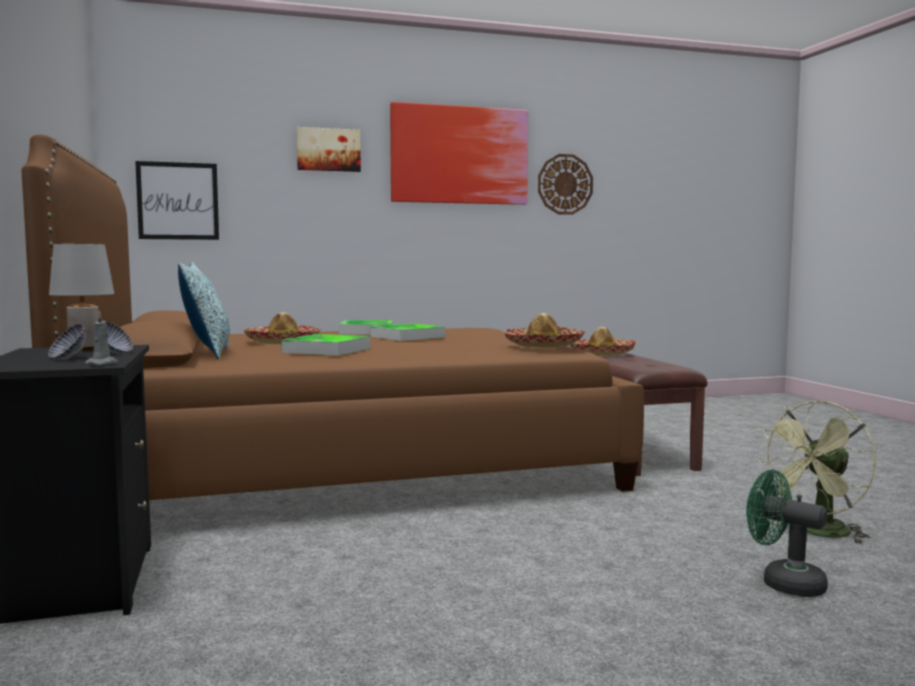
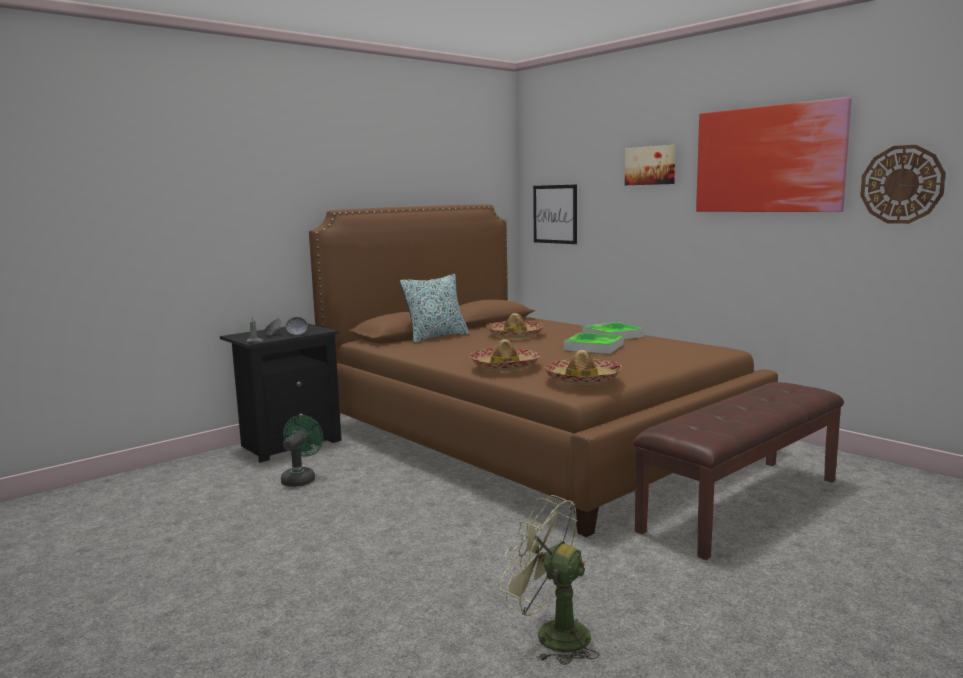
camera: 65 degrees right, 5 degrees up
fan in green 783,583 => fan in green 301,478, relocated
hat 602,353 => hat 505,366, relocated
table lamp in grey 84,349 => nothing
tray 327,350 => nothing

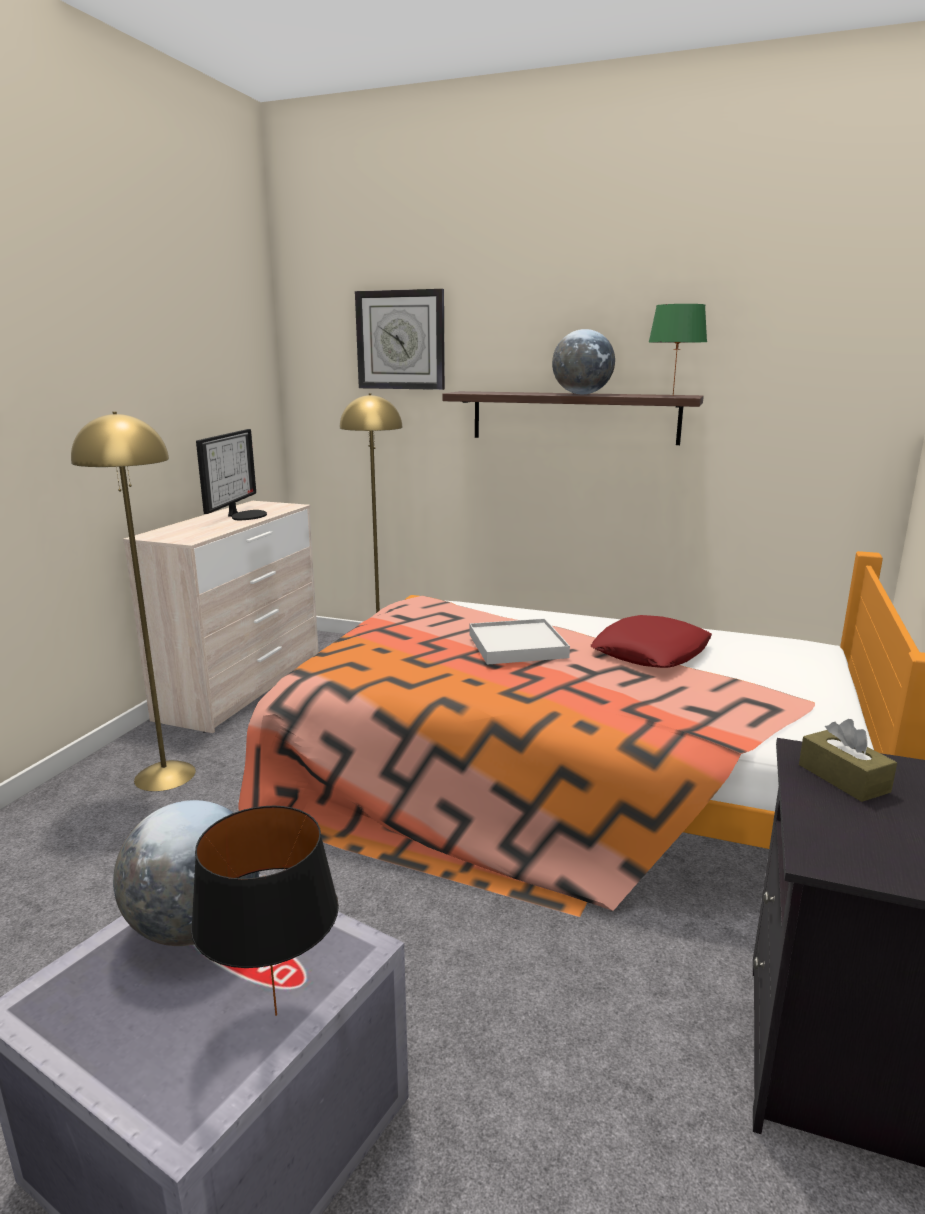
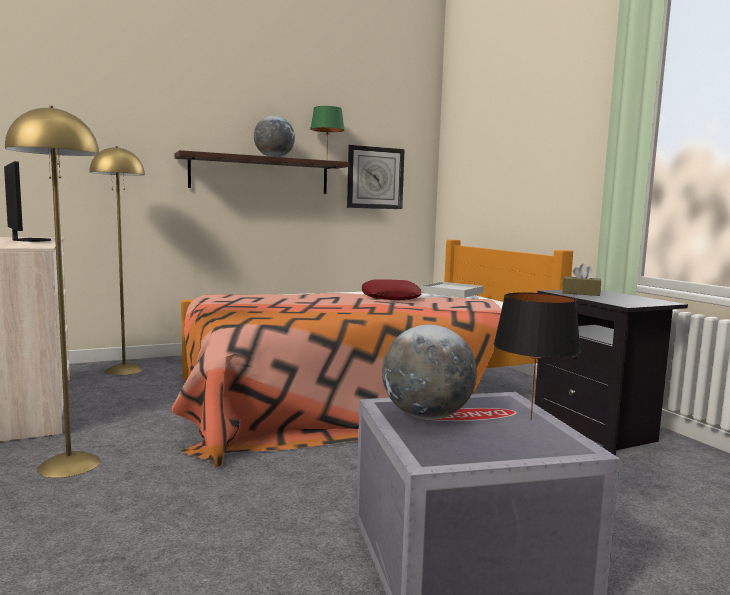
camera: 45 degrees left, 10 degrees down
wall clock 401,340 => wall clock 375,178, relocated
tray in white 517,646 => tray in white 452,293, relocated

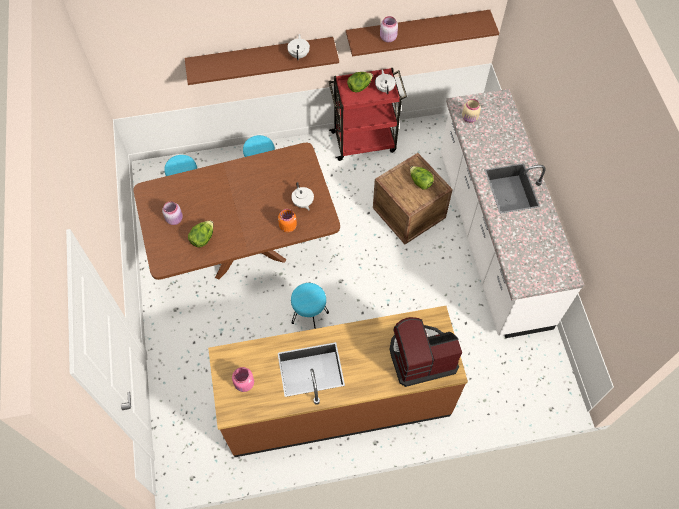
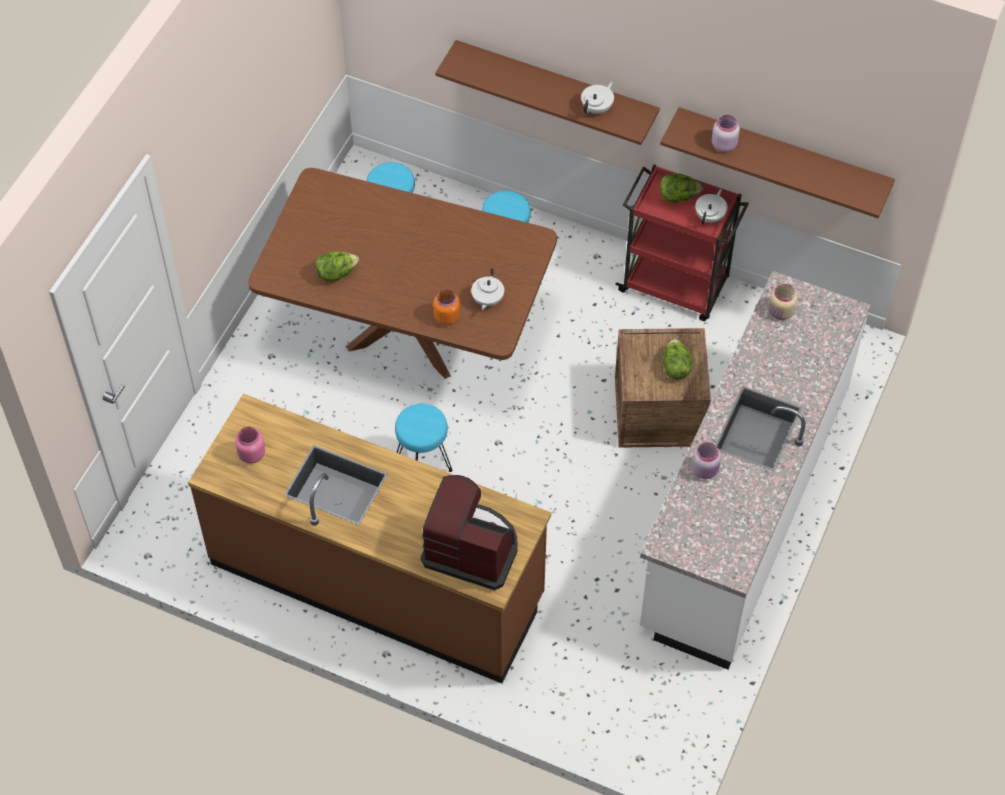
camera: 35 degrees right, 5 degrees down
jar in pink 175,219 => jar in pink 705,470, relocated

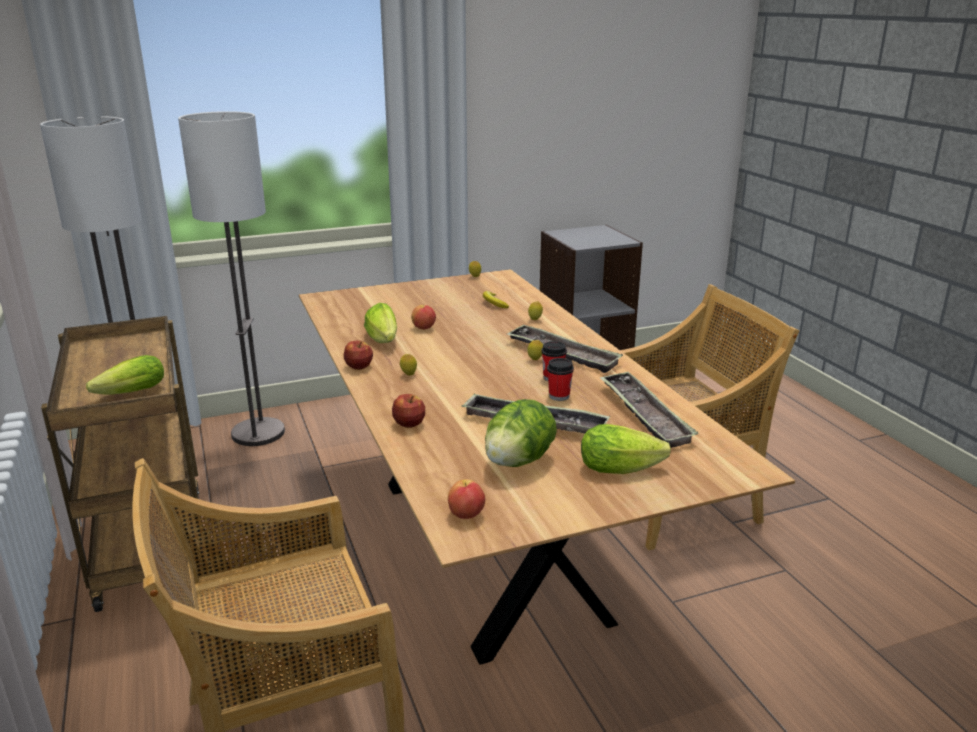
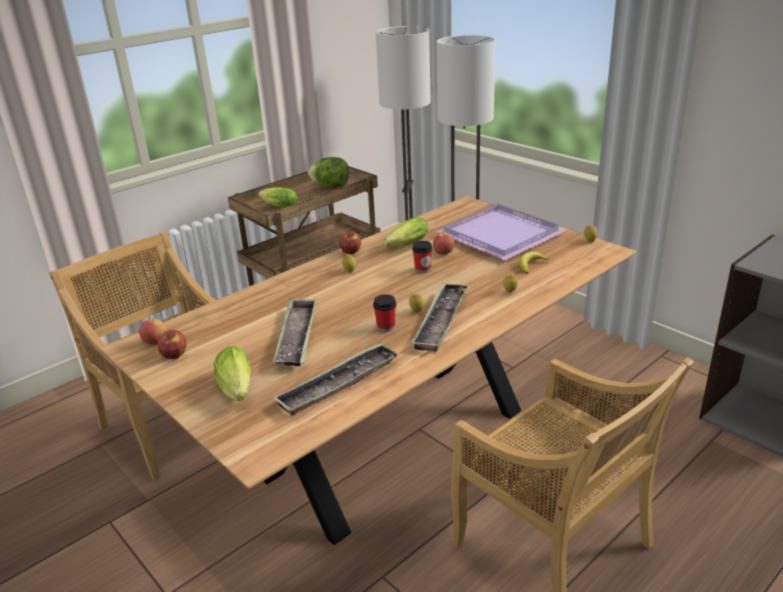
camera: 70 degrees right, 5 degrees up
apple 409,424 => apple 175,355, relocated
lettuce 518,461 => lettuce 331,186, relocated
cup 559,396 => cup 422,269, relocated
nothing => tray in purple 500,234

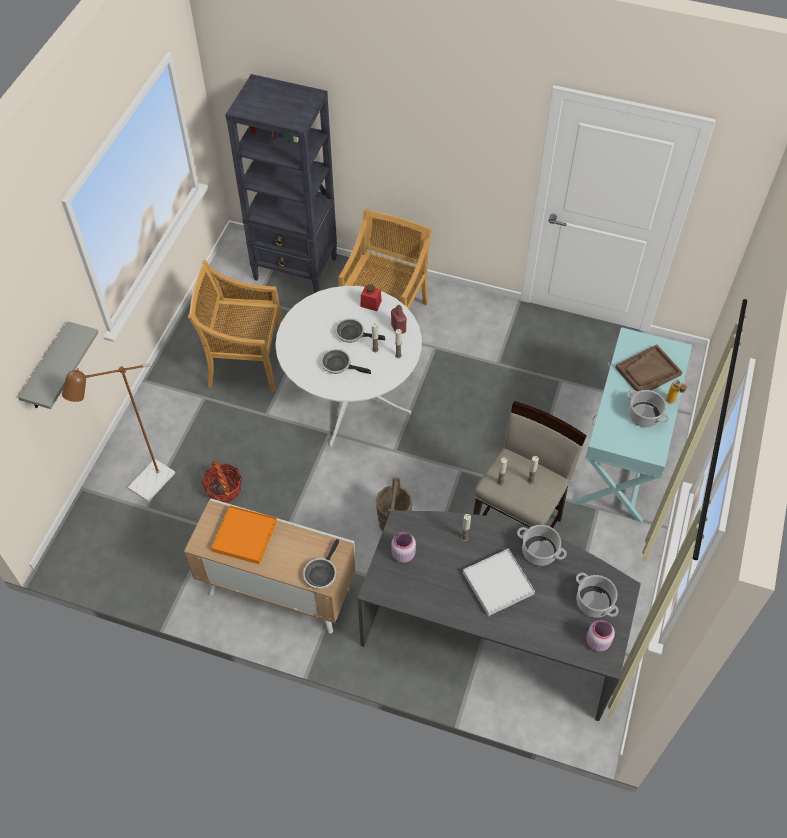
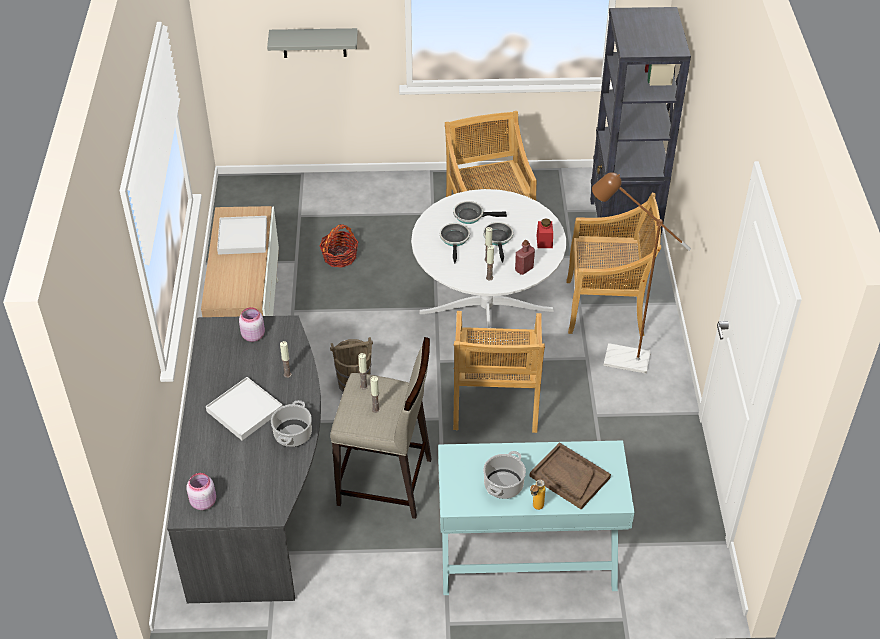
camera: 70 degrees right, 10 degrees down
tray in orange 245,536 => tray in white 242,237
frying pan 321,573 => frying pan 471,216, relocated
nothing => chair in beige 495,403
floor lamp in brown 146,487 => floor lamp in brown 617,358, relocated
cooking pot 594,602 => nothing

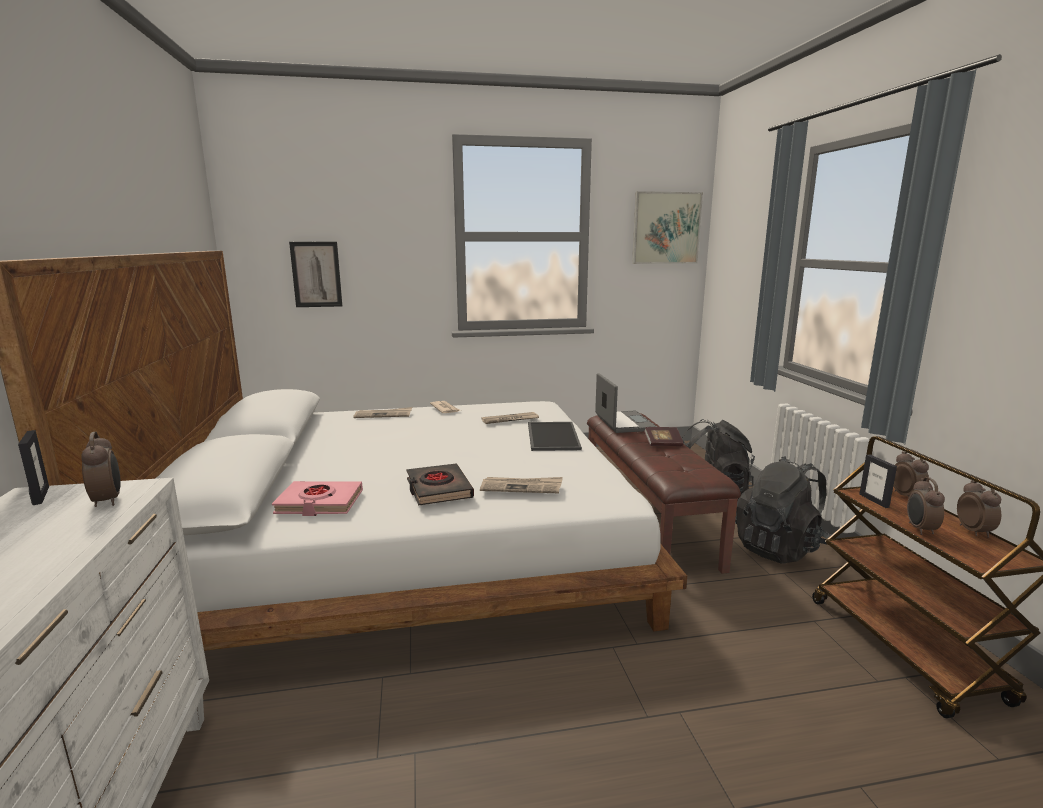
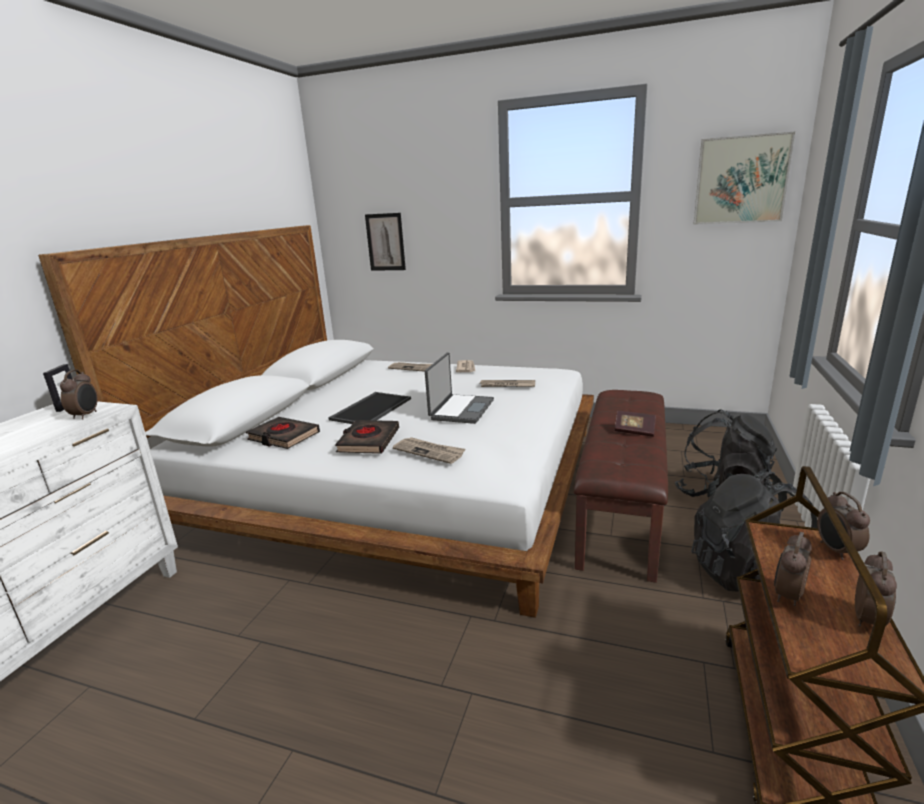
camera: 30 degrees right, 5 degrees up
book in pink 319,503 => book in black 283,437
tray 551,436 => tray 371,408, relocated
laptop 623,423 => laptop 461,410, relocated
alarm clock 906,496 => alarm clock 836,551, 150 degrees clockwise
picture frame 874,500 => nothing

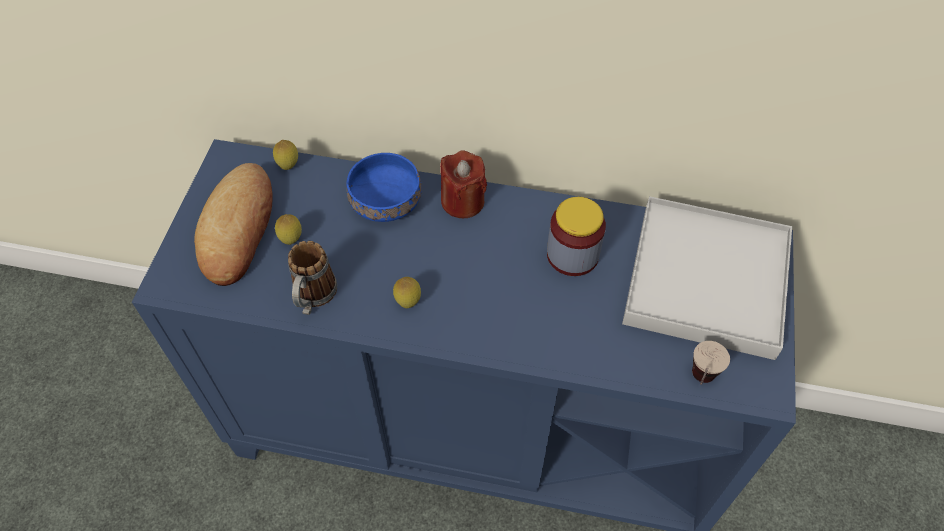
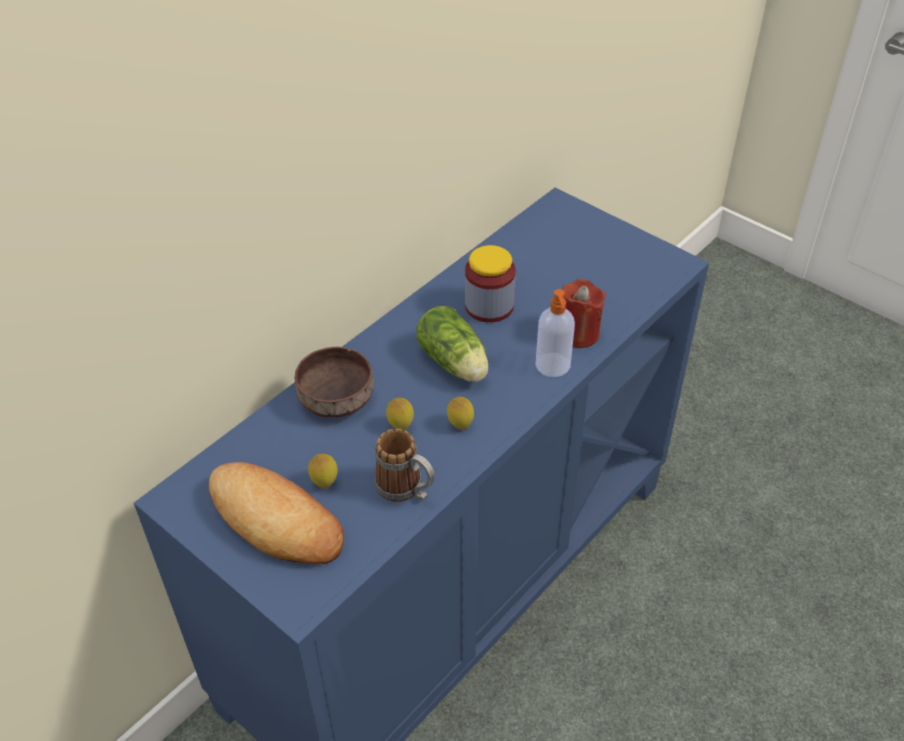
camera: 60 degrees left, 10 degrees down
bowl in blue 384,201 => bowl in brown 334,399
lemon 288,166 => lemon 400,426, relocated
nothing => lettuce 455,364
nothing => soap dispenser 553,366
candle in red 462,201 => candle in red 577,333, relocated
tray in white 705,280 => nothing
cup 698,384 => nothing

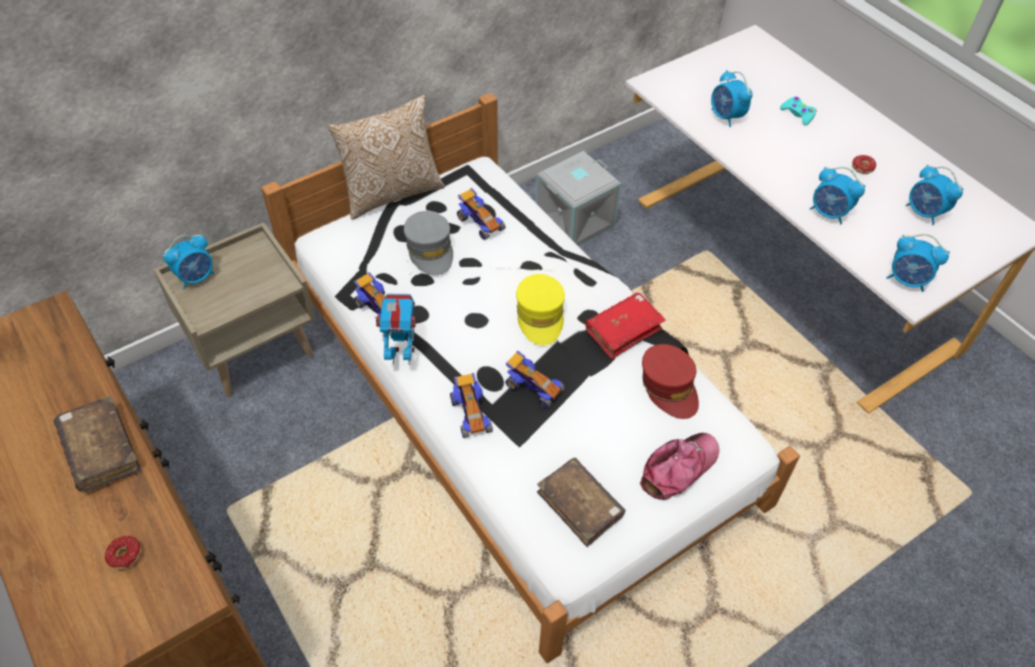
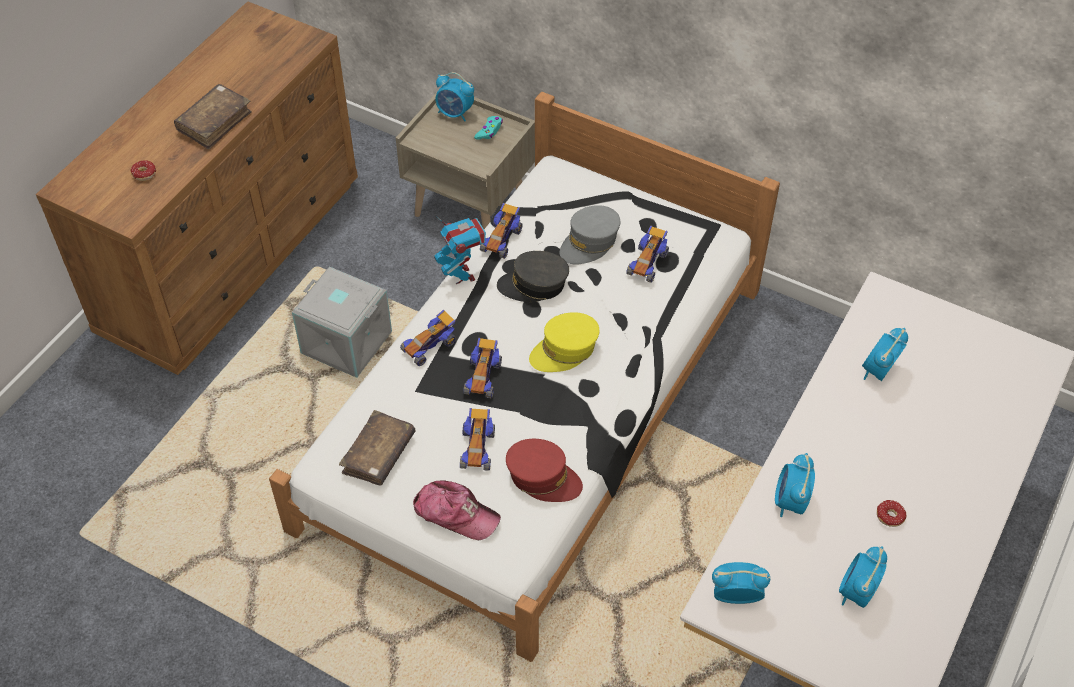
camera: 65 degrees right, 0 degrees up
storage box in grey 575,222 => storage box in grey 345,344, relocated
nothing => toy car 477,448
game controller in turquoise 798,114 => game controller in turquoise 489,131, relocated
nothing => cap in grey 534,285
cap in red 669,387 => cap in red 543,478, 105 degrees counterclockwise
alarm clock 907,280 => alarm clock 735,596, 90 degrees clockwise
pillow 391,192 => nothing
book in red 623,330 => nothing

